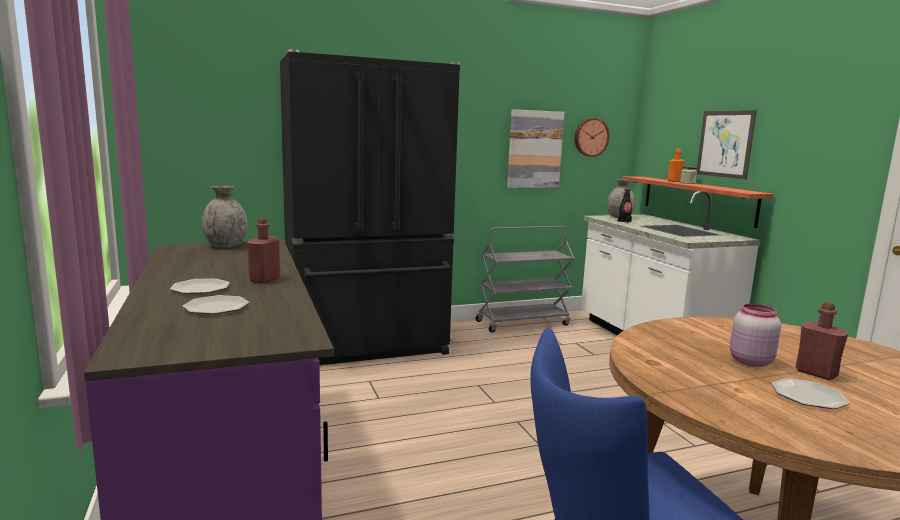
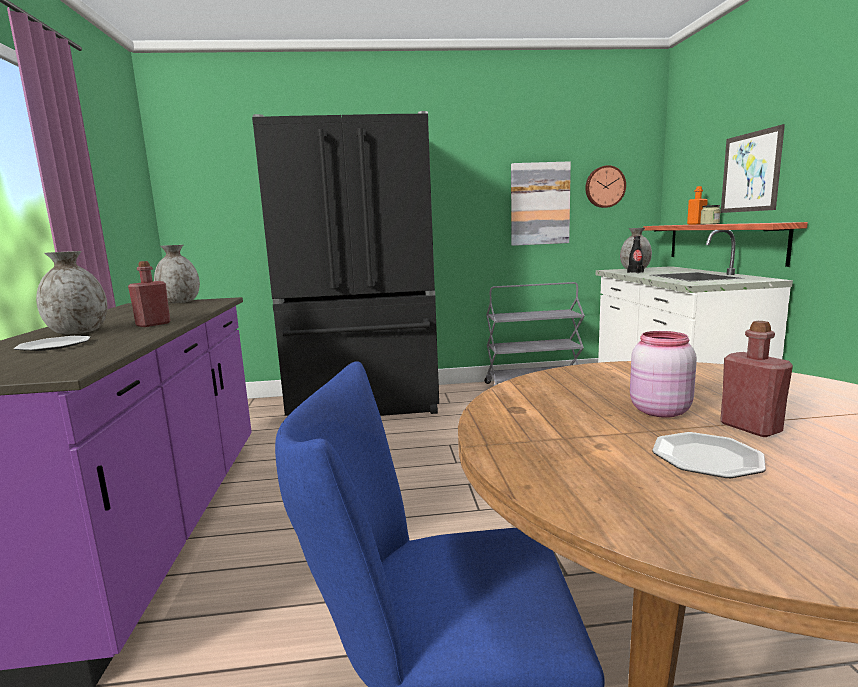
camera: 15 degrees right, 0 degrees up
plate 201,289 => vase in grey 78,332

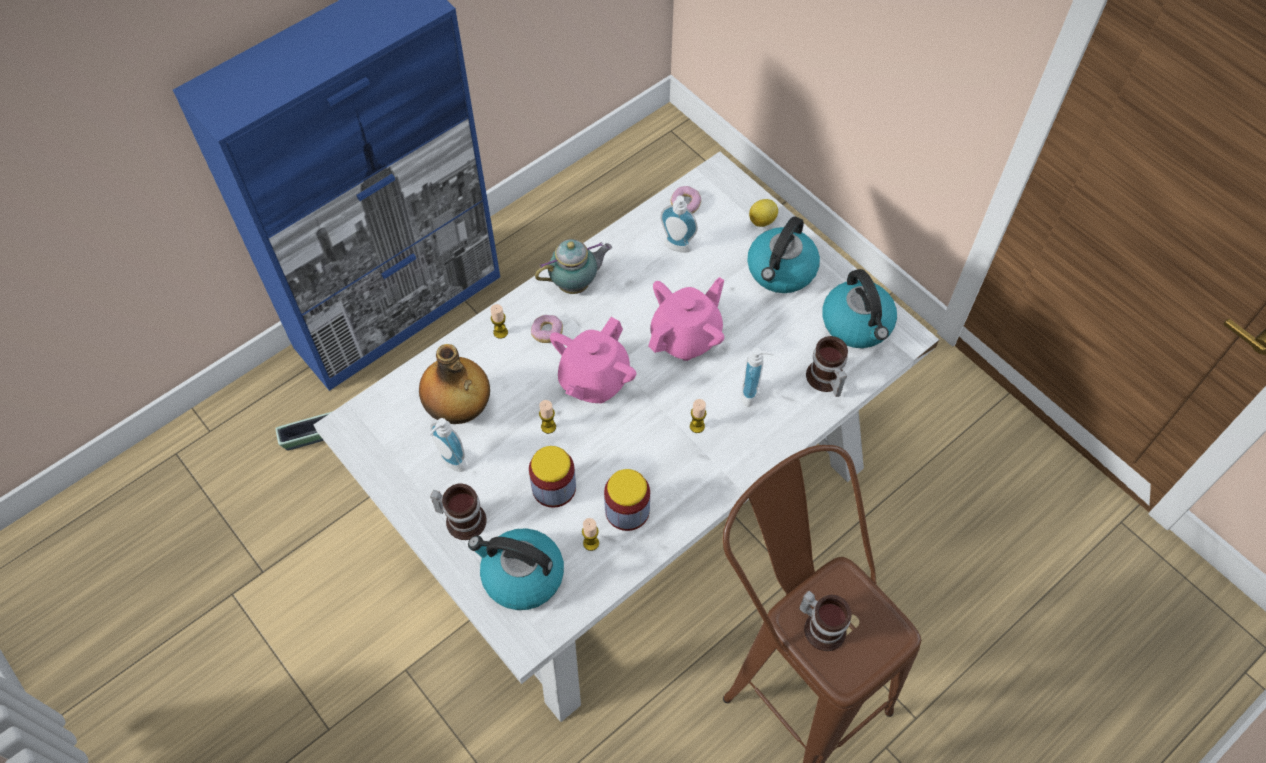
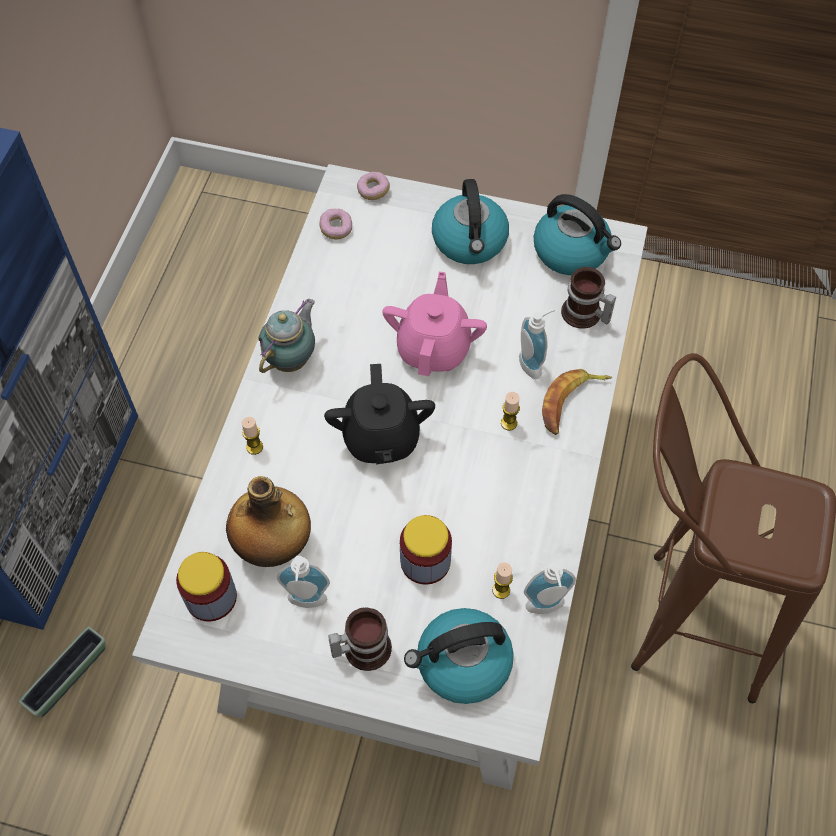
camera: 35 degrees left, 0 degrees up
jar 627,510 => jar 211,597, relocated
teapot in pink 593,380 => teapot in black 381,438
donut 547,333 => donut 373,191, relocated
soap dispenser 676,248 => soap dispenser 546,608, relocated
nothing => banana 571,403
candle 548,427 => nothing
lemon 763,220 => nothing
mug 822,626 => nothing

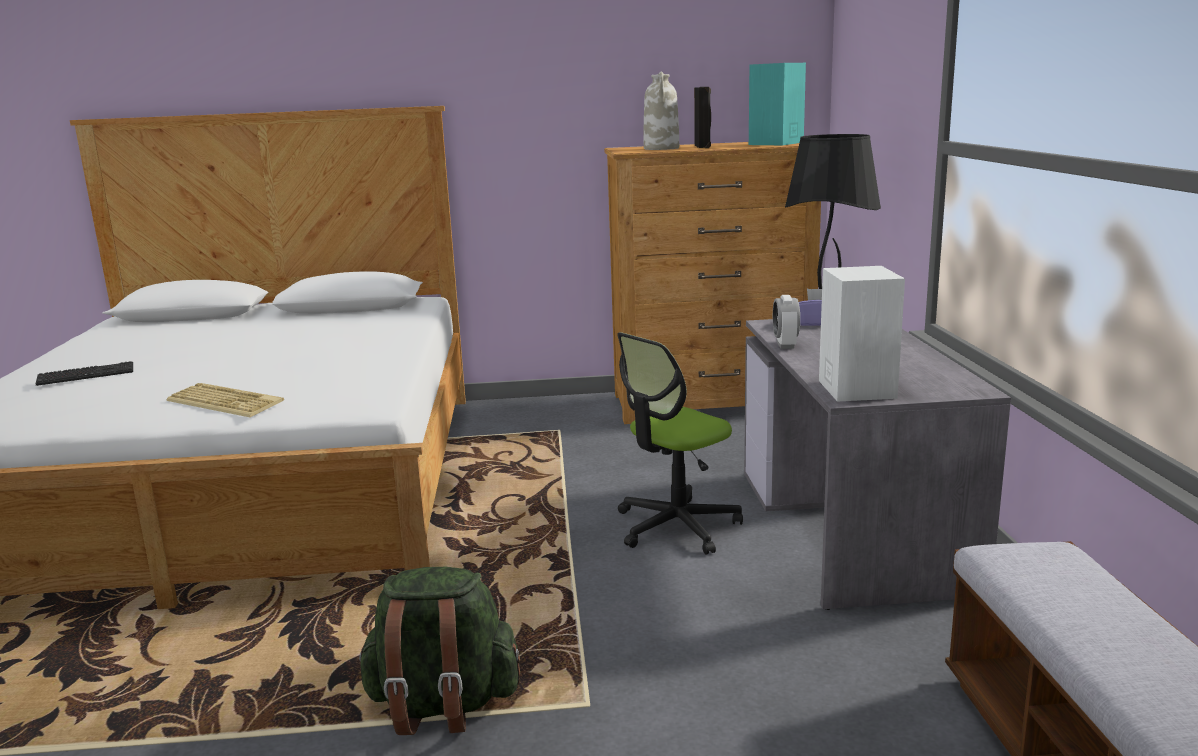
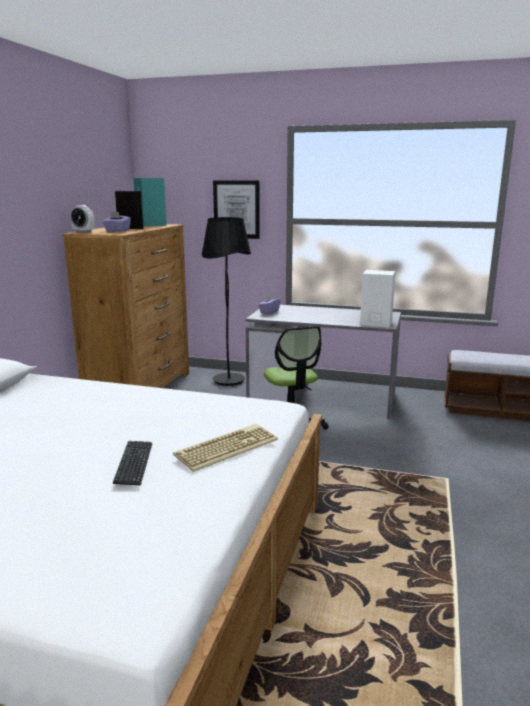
camera: 70 degrees left, 0 degrees up
alarm clock 785,345 => alarm clock 83,232, relocated
vase in white 662,148 => tissue box in purple 117,231
keyboard 86,375 => keyboard 134,464, relocated
nothing => picture 236,209
backpack in green 442,705 => nothing

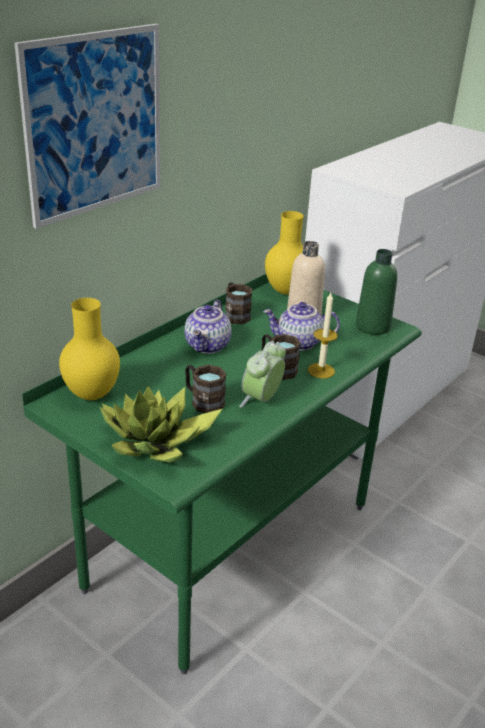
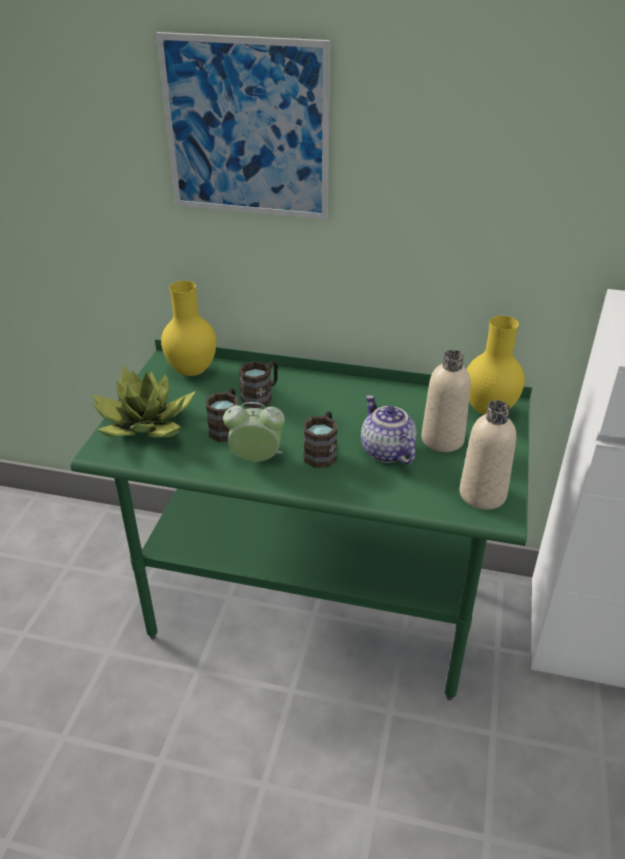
camera: 65 degrees right, 5 degrees up
mug in brown 235,314 => mug in brown 261,396, relocated
bottle in green 372,326 => bottle in beige 482,494
teapot 208,346 => nothing
candle 321,370 => nothing

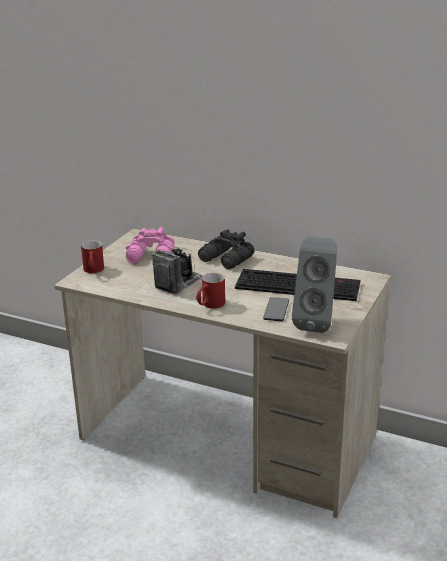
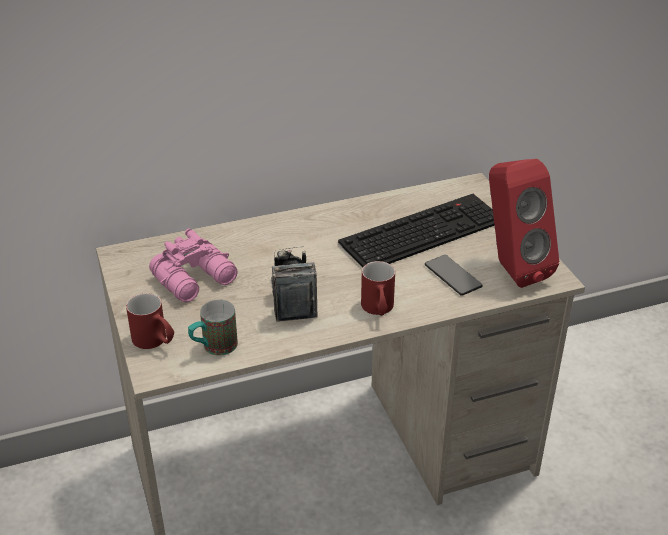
camera: 45 degrees left, 10 degrees up
nothing => mug 213,347
speaker in grey 316,322 => speaker in red 511,268
binoculars in black 226,260 => nothing

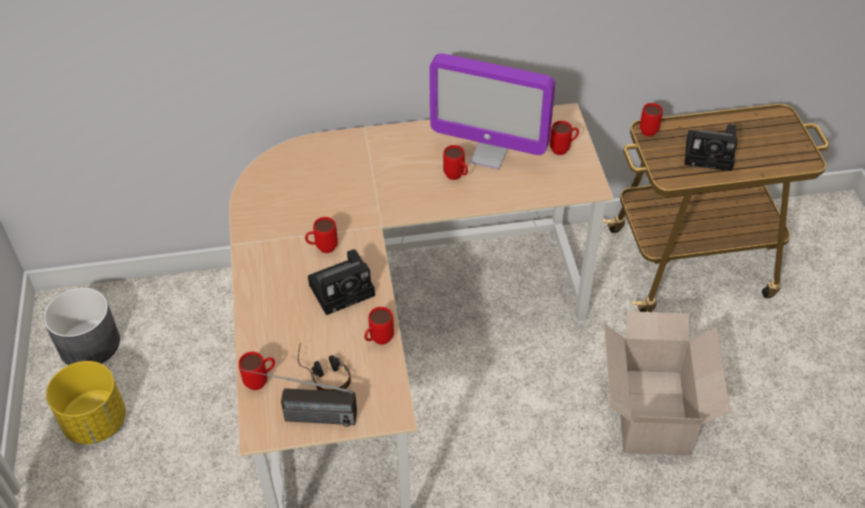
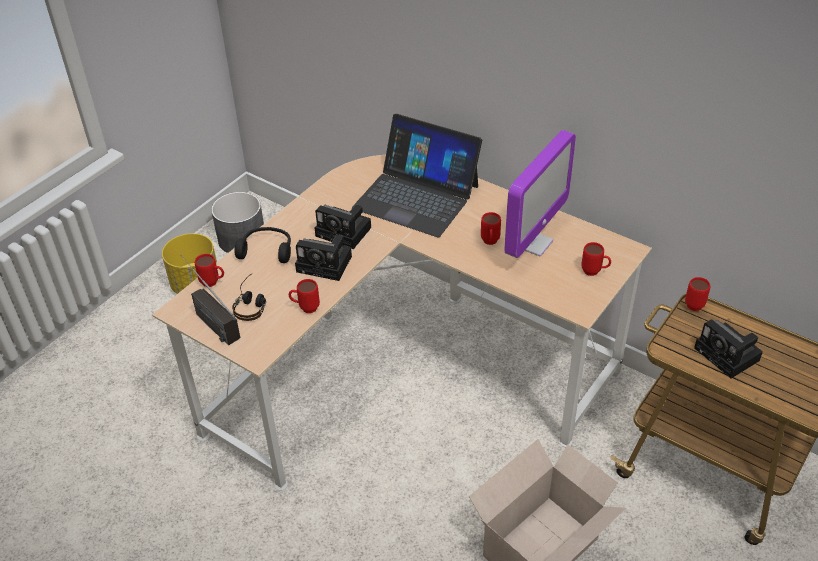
camera: 45 degrees right, 5 degrees down
nothing => headphones in black 267,250
mug in red 322,248 => photo camera 345,232
nothing => laptop 416,196
monitor 489,155 => monitor 532,243, 120 degrees counterclockwise

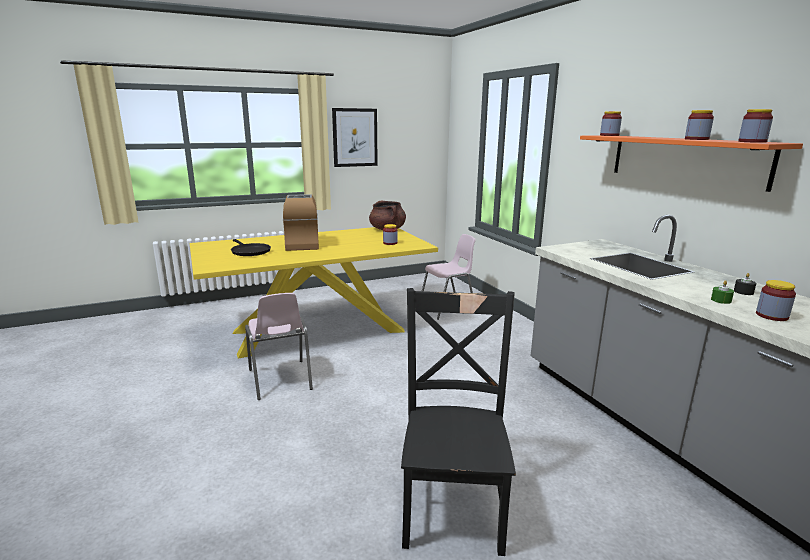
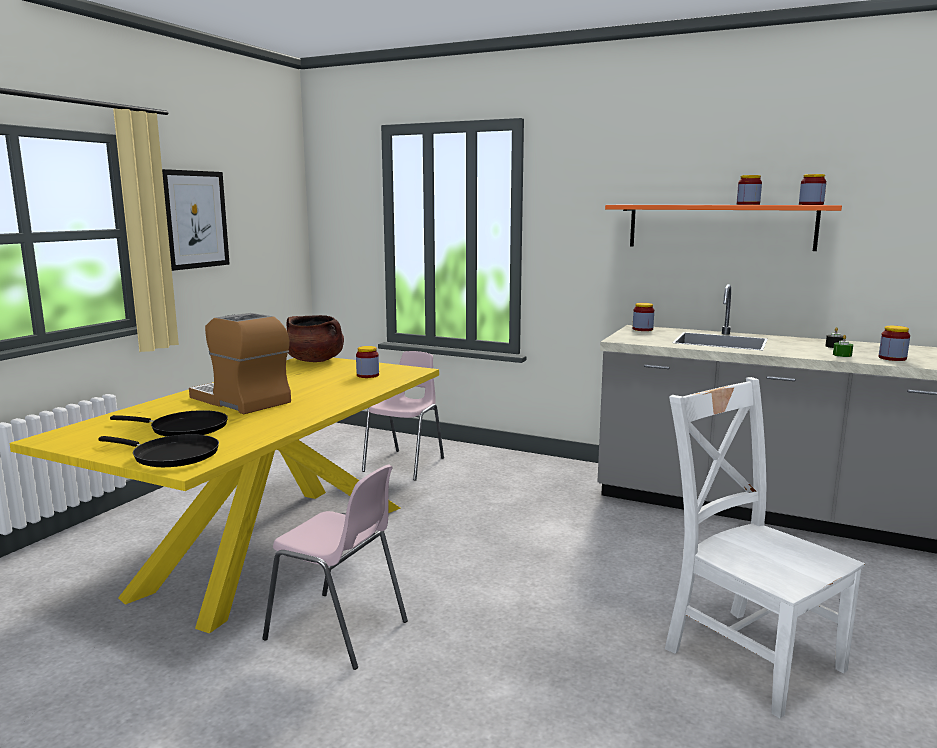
camera: 40 degrees left, 5 degrees down
nothing => frying pan in black 171,455
jar 609,135 => jar 642,329, relocated
chair in black 453,504 => chair in white 748,655

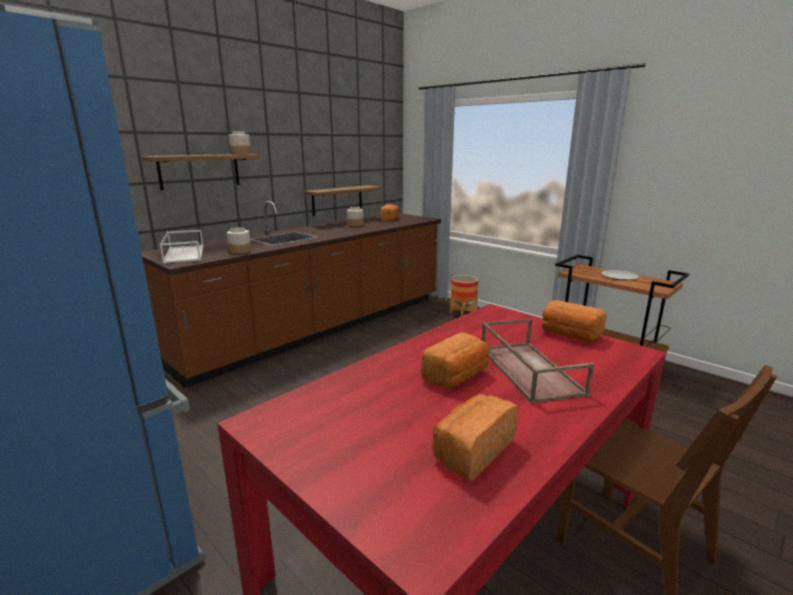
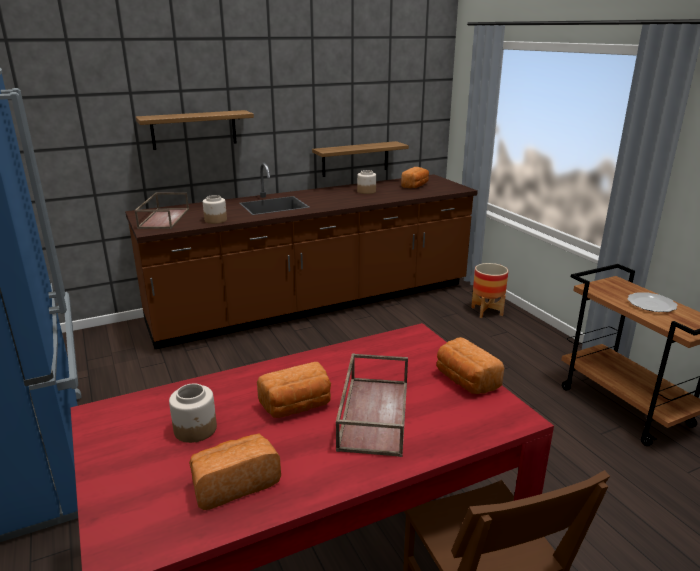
camera: 20 degrees right, 5 degrees up
tray in white 183,254 => tray in brown 163,218
jar 241,154 => jar 196,429, relocated

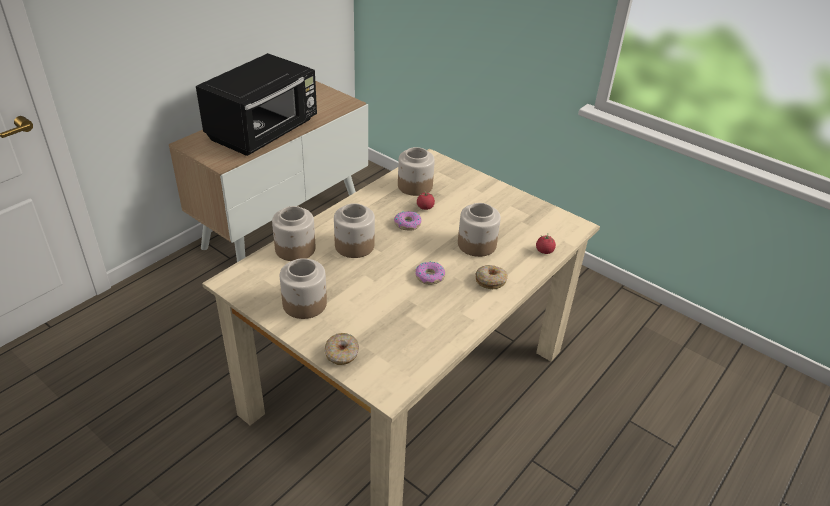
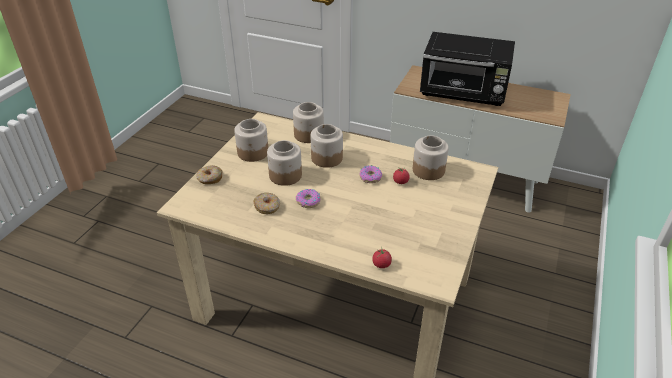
camera: 75 degrees right, 0 degrees up
donut 490,281 => donut 267,207, relocated
jar 476,245 => jar 285,175, relocated

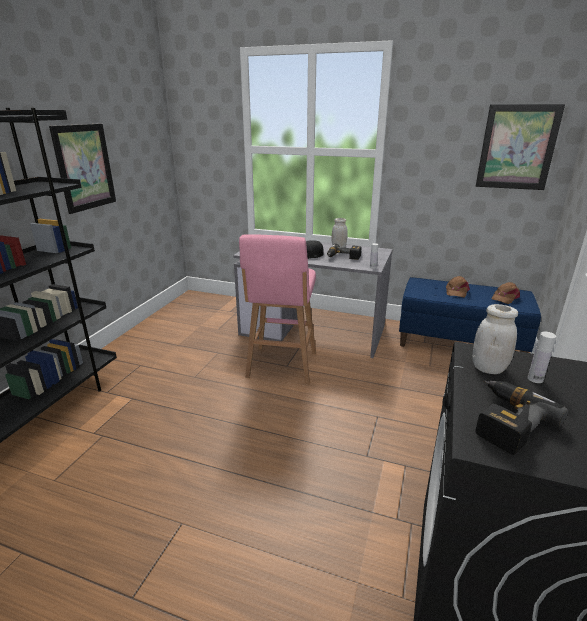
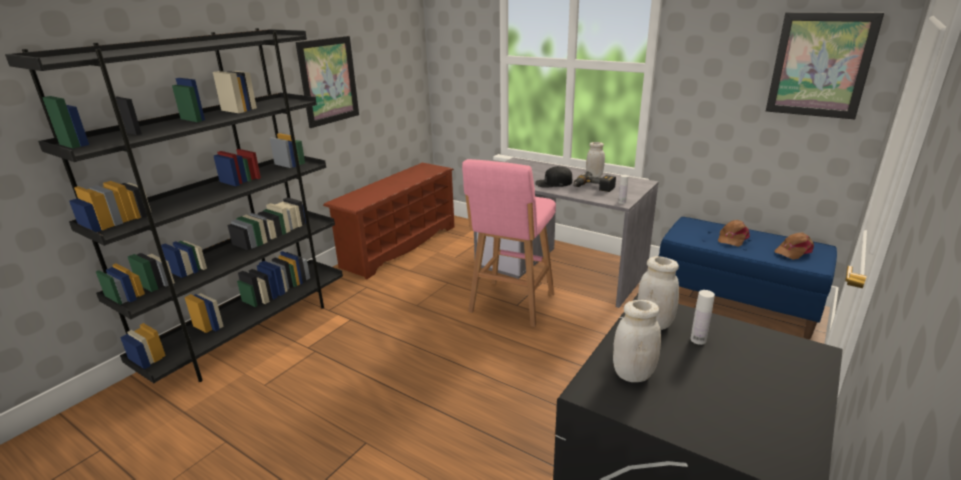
camera: 15 degrees right, 0 degrees up
nothing => shoe rack in brown 399,246
power drill 504,421 => jar in white 633,374

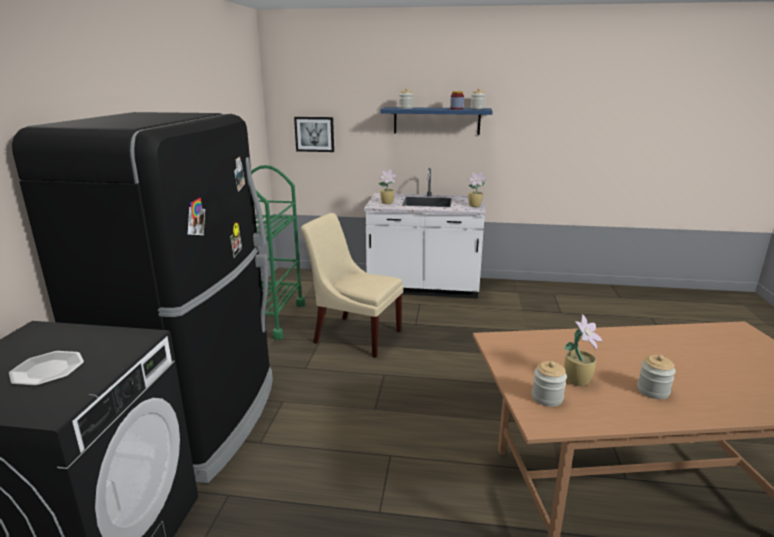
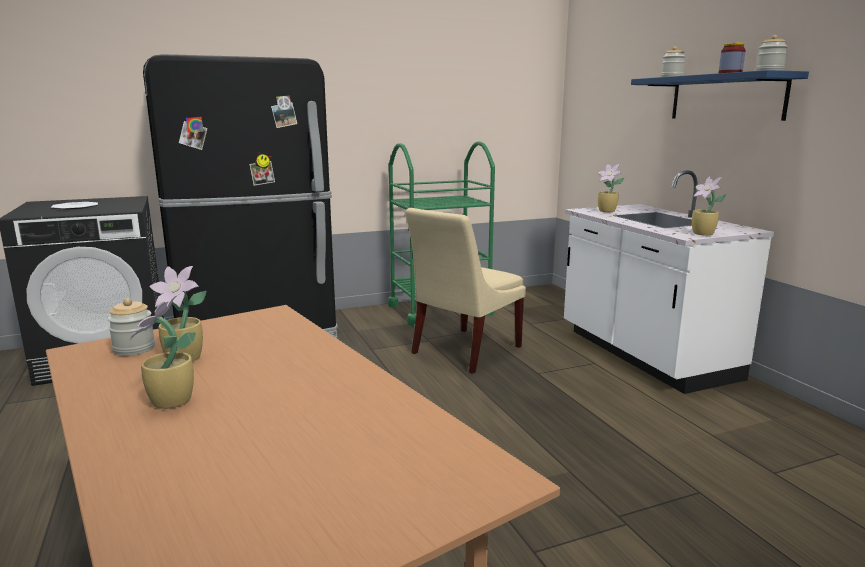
camera: 60 degrees right, 5 degrees down
jar 653,391 => potted plant 170,402
chair in beige 354,335 => chair in beige 463,351, 135 degrees counterclockwise
picture 314,134 => nothing

